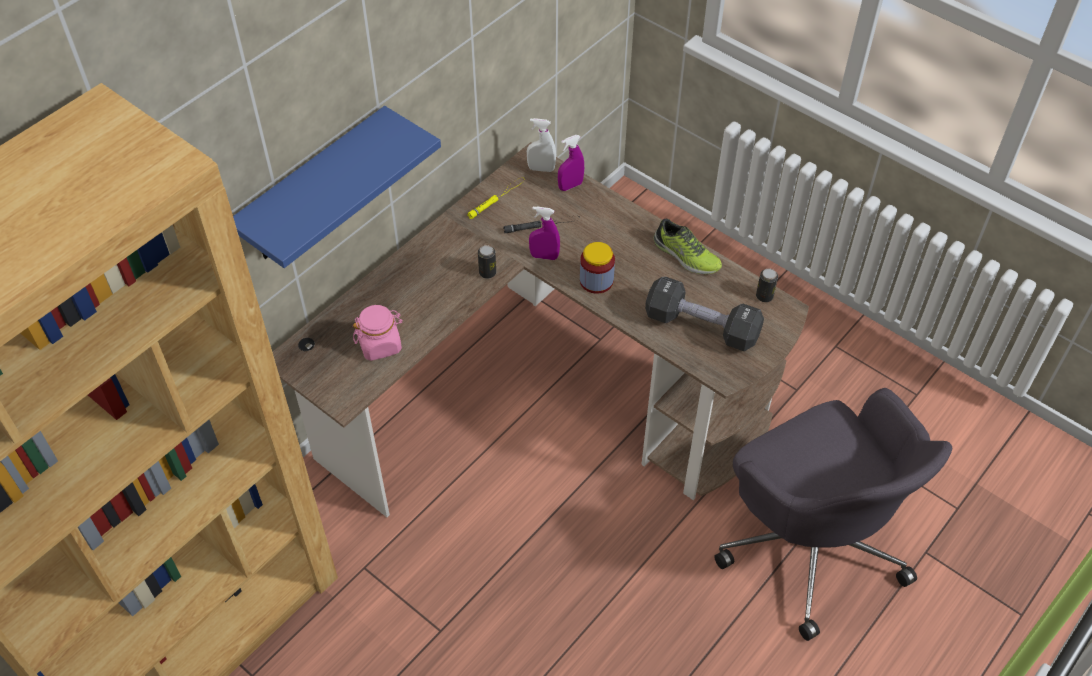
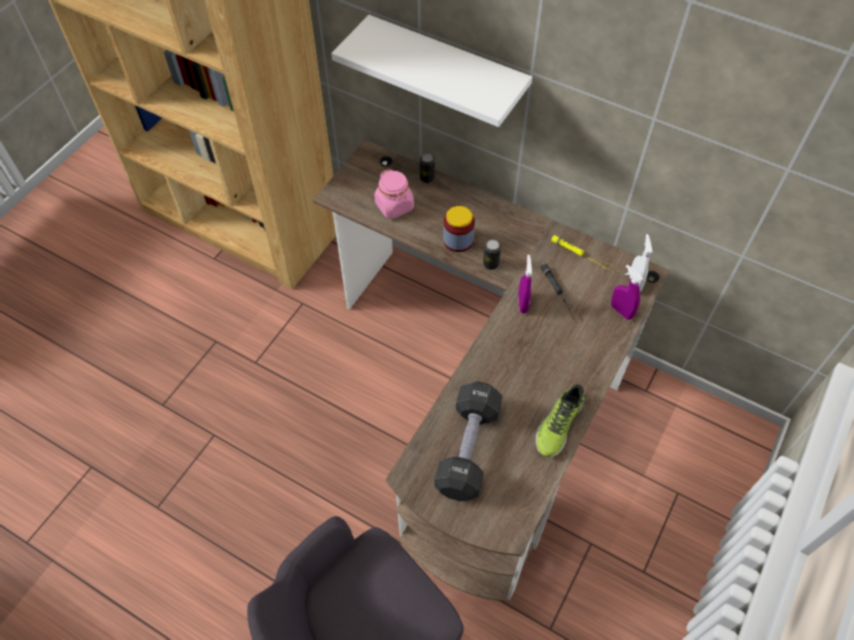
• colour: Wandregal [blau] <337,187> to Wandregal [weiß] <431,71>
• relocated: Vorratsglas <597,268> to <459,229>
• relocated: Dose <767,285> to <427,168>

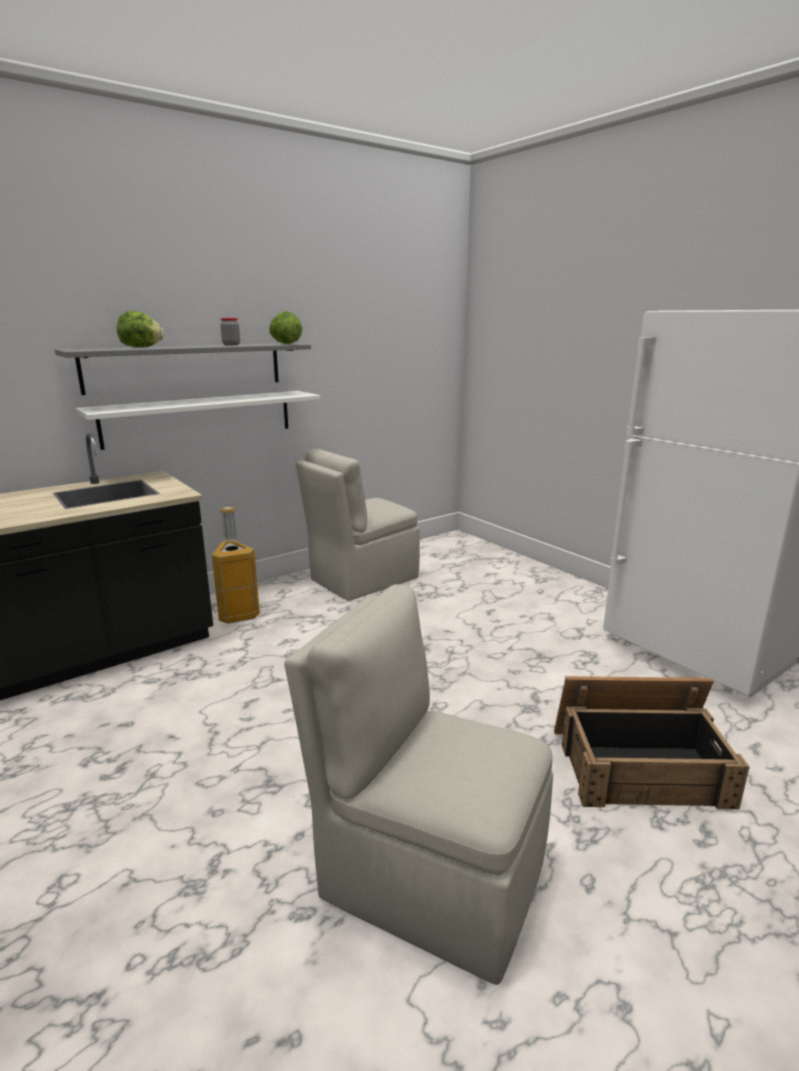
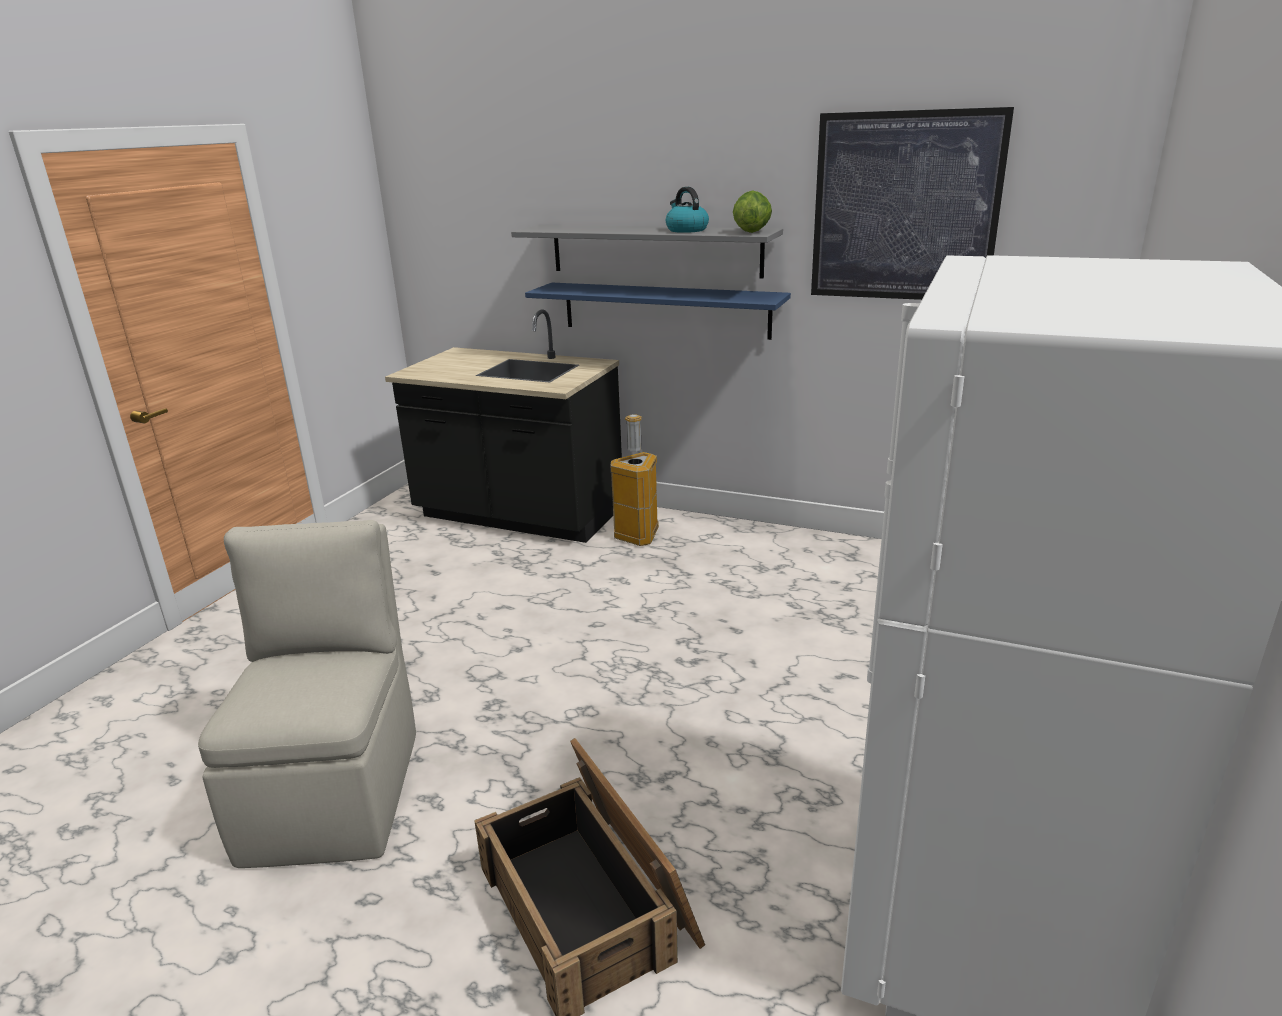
• colour: Wandregal [weiß] <198,420> to Wandregal [blau] <658,311>
• missing: Salatkopf <140,329>
• exchanged: Vorratsglas <230,331> to Wasserkessel <687,210>
• missing: Stuhl [beige] <358,524>
• appeared: Bild <912,203>

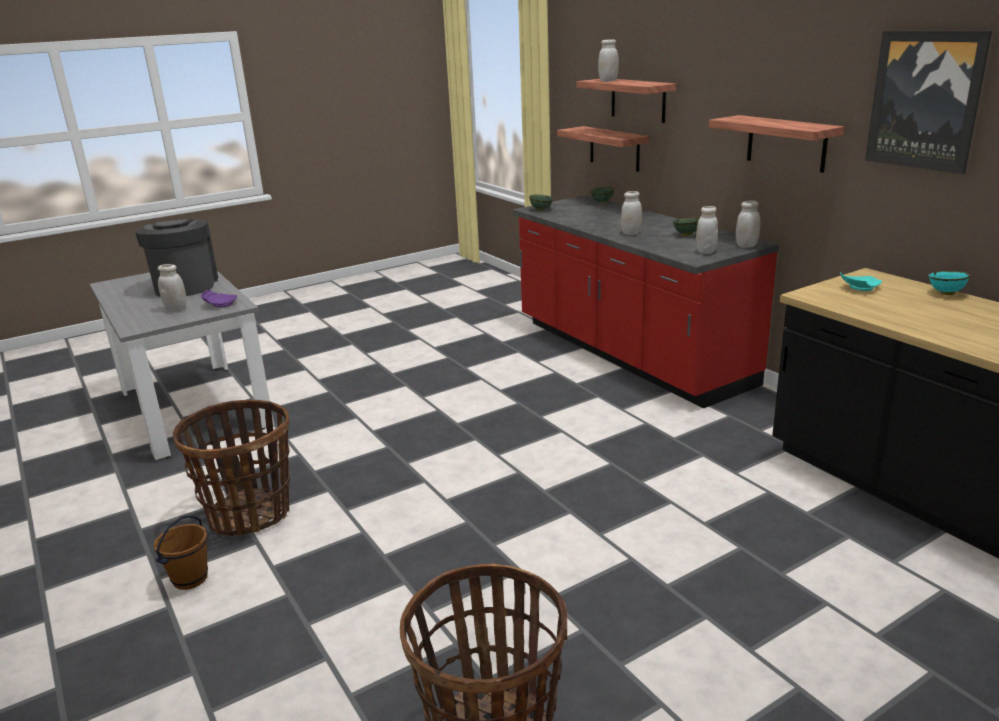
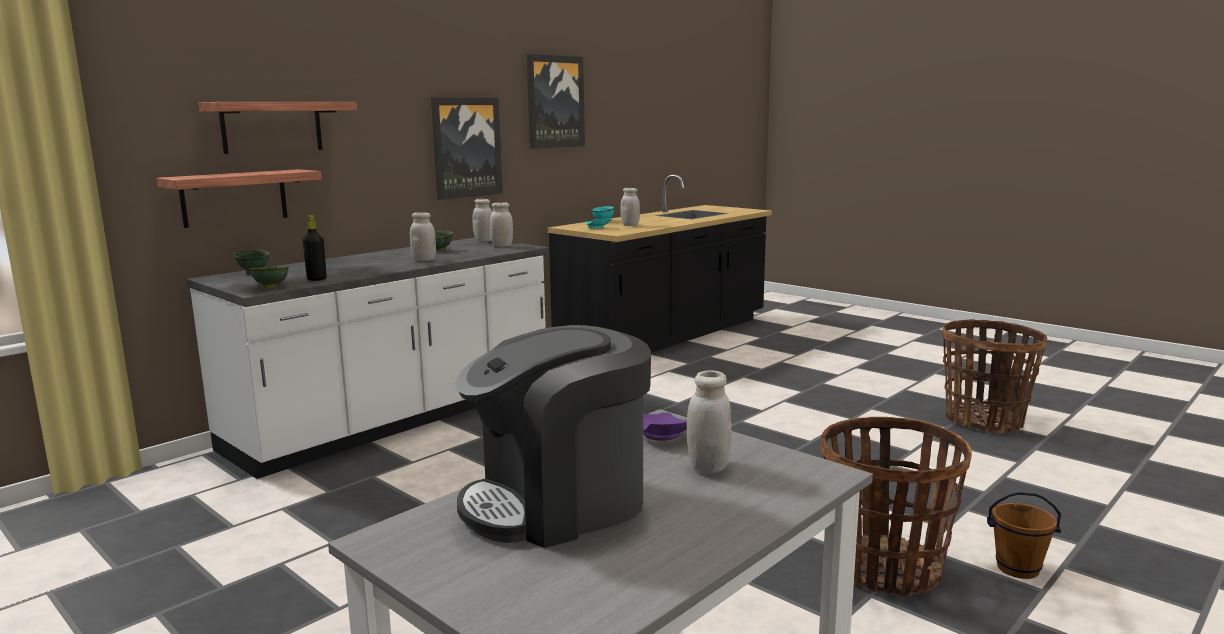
• colour: Küchenzeile [rot] <646,302> to Küchenzeile [weiß] <368,358>
• relocated: Vorratsglas [weiß] <608,60> to <630,207>
• exchanged: Wandregal <777,144> to Bild <467,148>
• appeared: Flasche [schwarz] <315,248>

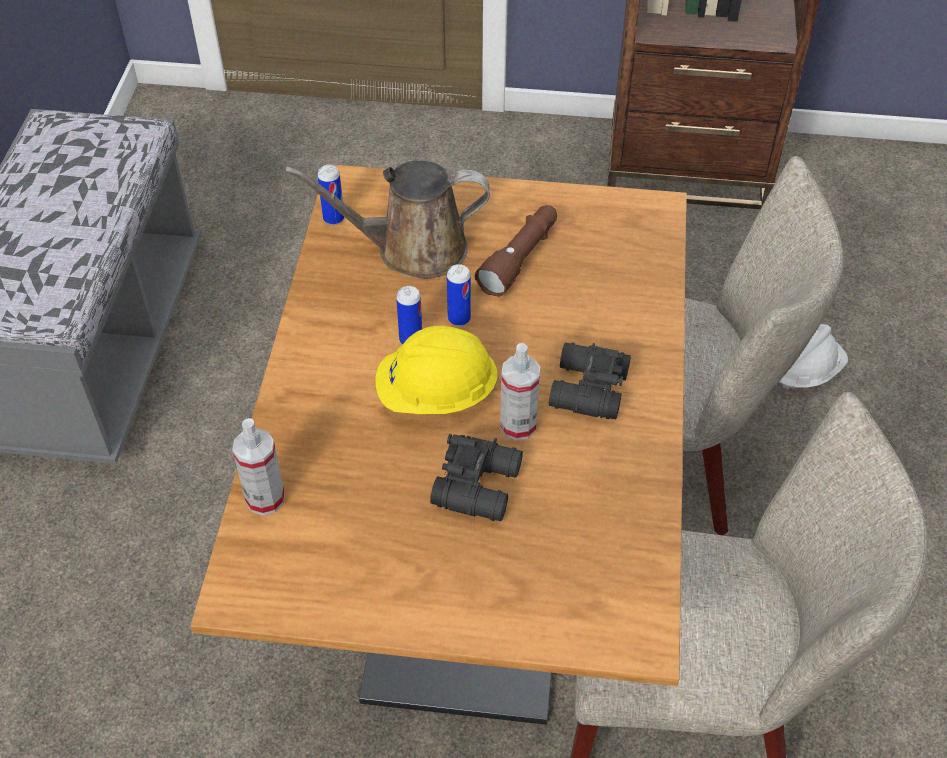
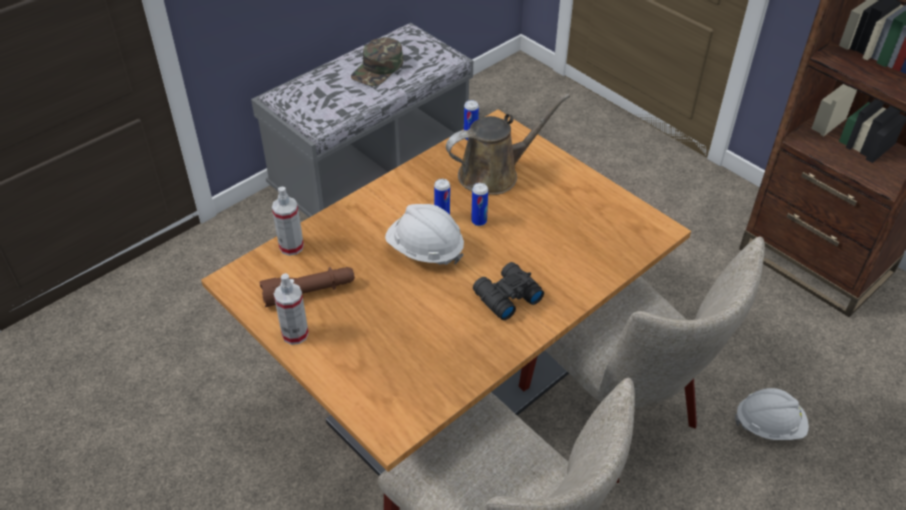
• spun: Gießkanne [braun] <387,220> = <508,144> 120 degrees clockwise
• colour: Schutzhelm [gelb] <437,370> to Schutzhelm [weiß] <424,234>
• missing: Fernglas [schwarz] <476,477>
• relocated: Taschenlampe [braun] <516,251> to <307,287>
• relocated: Sprühflasche <520,392> to <291,309>
• appeared: Kappe [grün] <377,61>

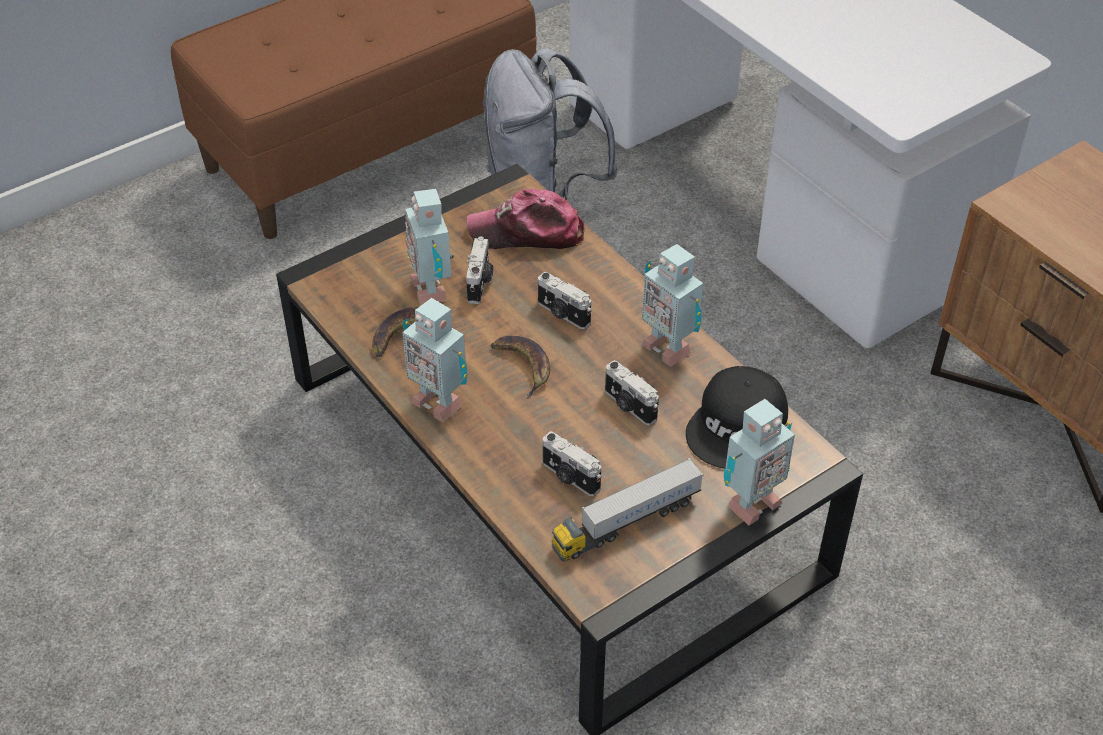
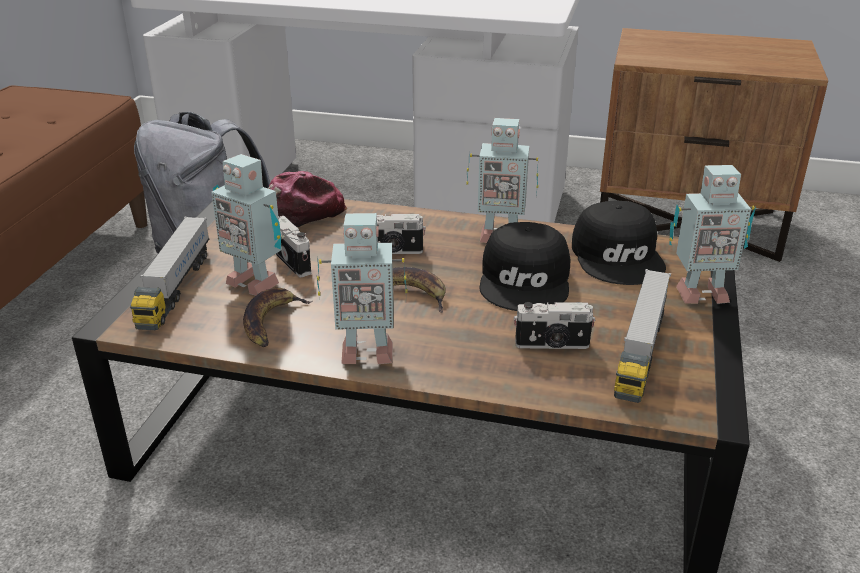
• exchanged: Kamera <632,392> to Kappe [schwarz] <524,266>
• spun: Spielzeugroboter <759,462> = <712,234> 75 degrees clockwise
• appeared: Spielzeuglaster <169,273>

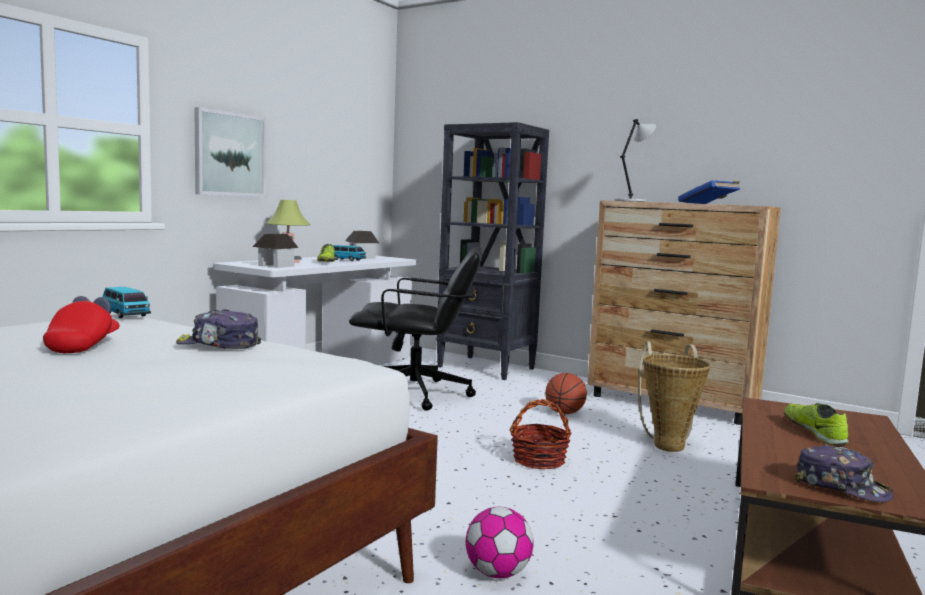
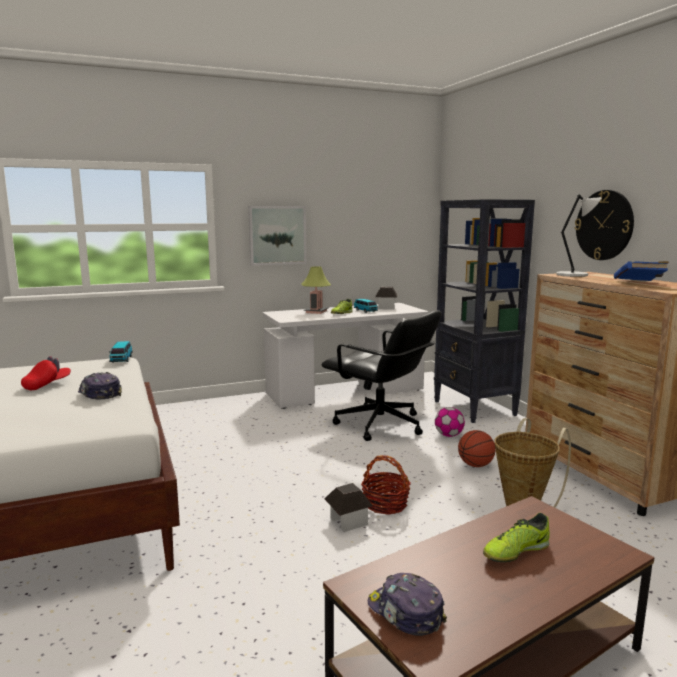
• relocated: Spielzeughaus <275,251> to <348,507>
• relocated: Fußball <499,542> to <450,422>
• spun: Schuh <816,424> = <516,537> 150 degrees counterclockwise
• spun: Kappe <844,473> = <407,604> 150 degrees clockwise
• appeared: Wanduhr <604,225>

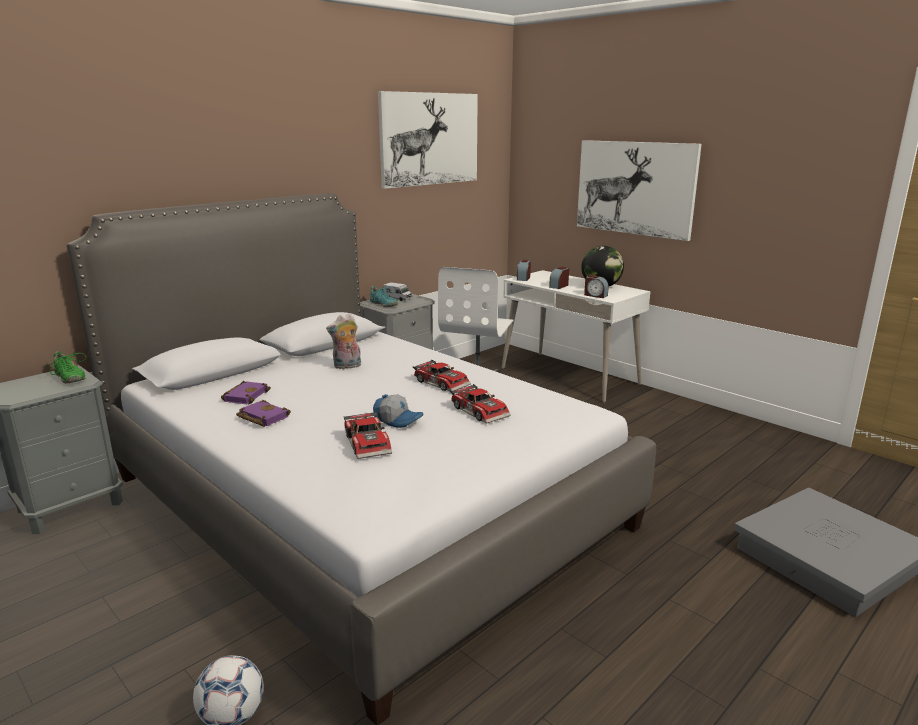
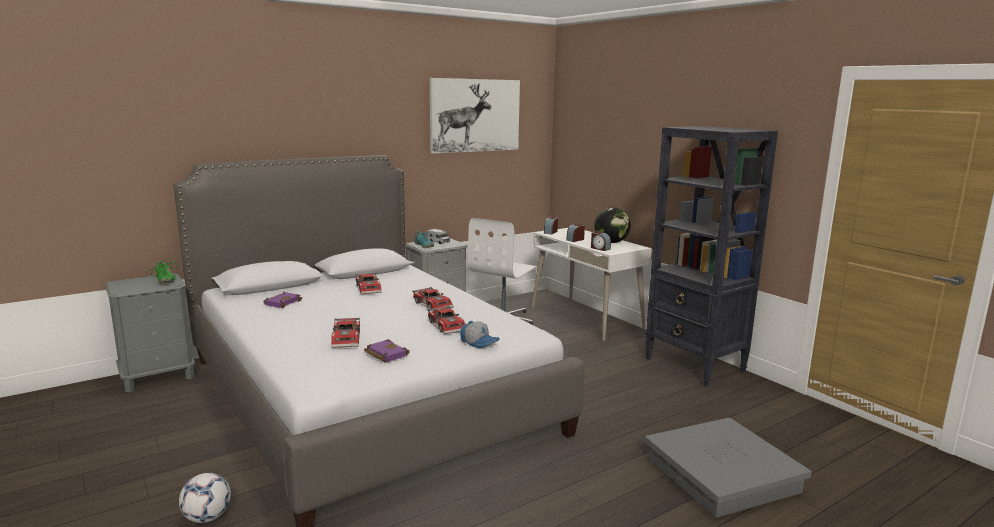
• relocated: Buch [lila] <263,413> to <387,351>
• exchanged: Plüschtier <343,341> to Spielzeugauto <368,283>
• relocated: Kappe <398,411> to <480,334>
• missing: Bild <639,190>
• appeared: Bücherregal [schwarz] <711,256>

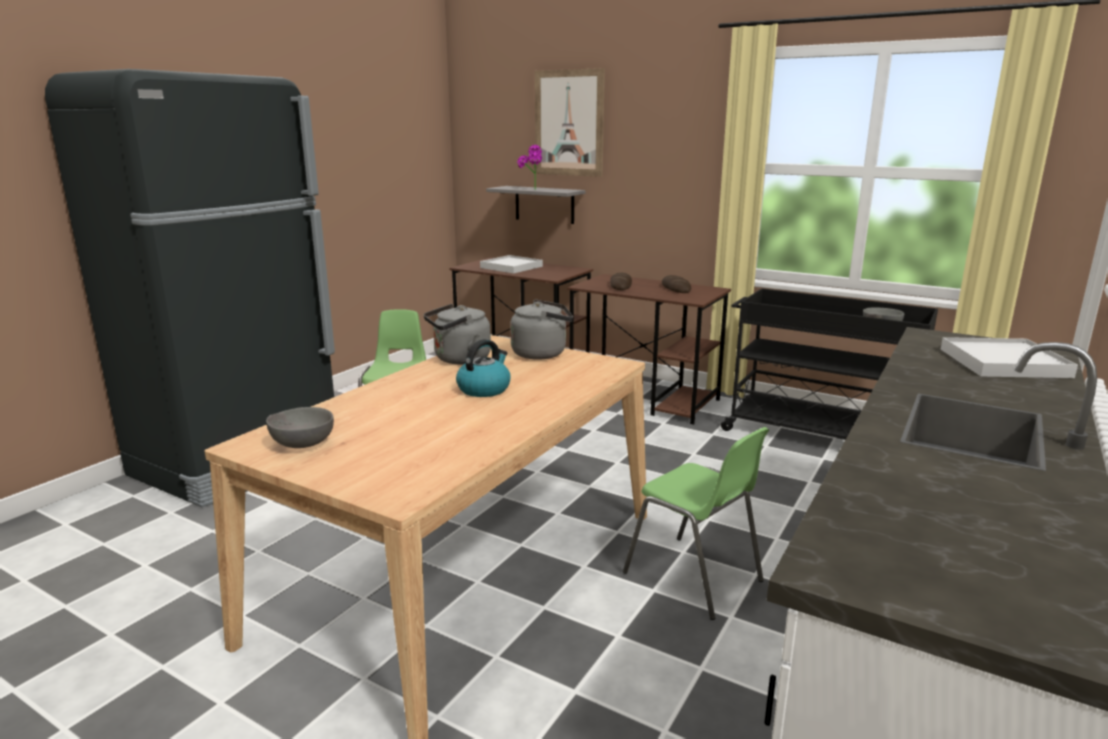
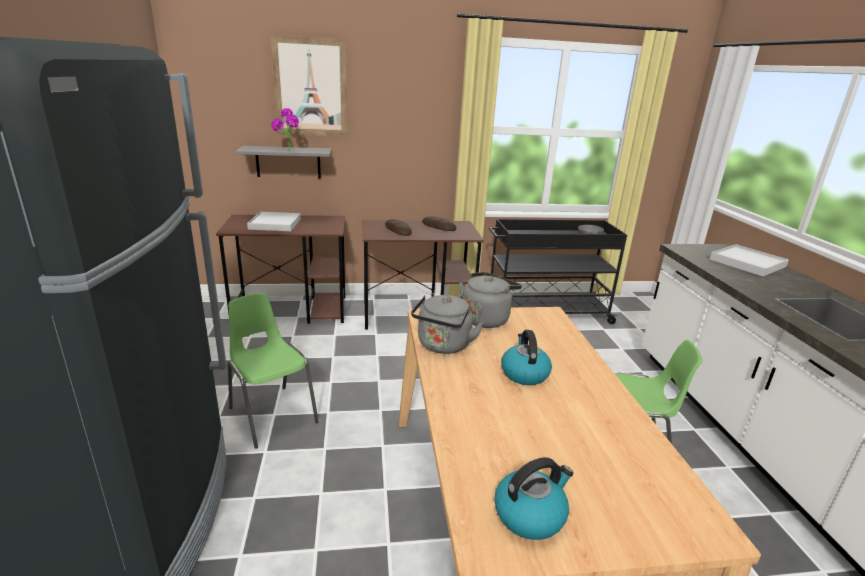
• exchanged: Schüssel [grau] <300,427> to Wasserkessel <534,498>

